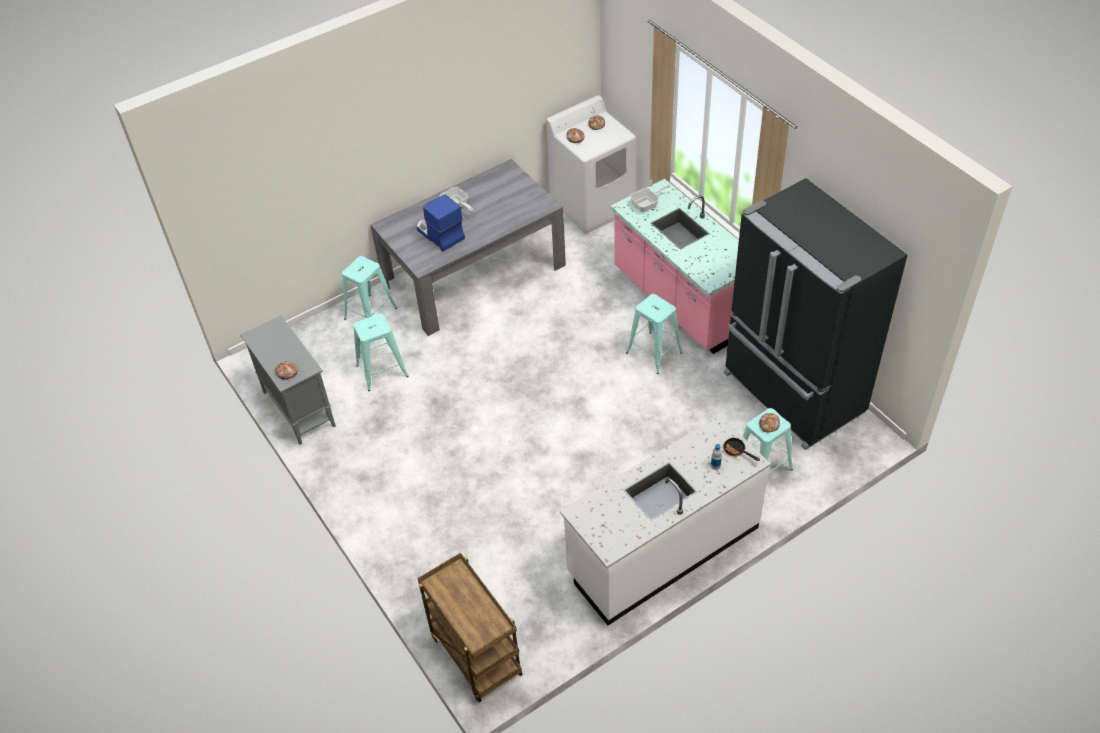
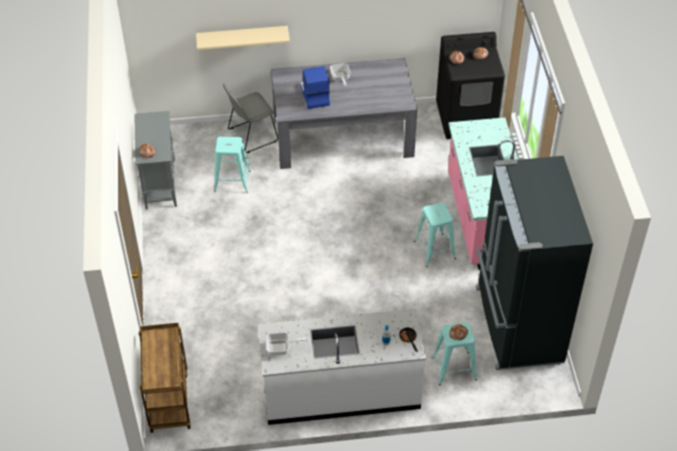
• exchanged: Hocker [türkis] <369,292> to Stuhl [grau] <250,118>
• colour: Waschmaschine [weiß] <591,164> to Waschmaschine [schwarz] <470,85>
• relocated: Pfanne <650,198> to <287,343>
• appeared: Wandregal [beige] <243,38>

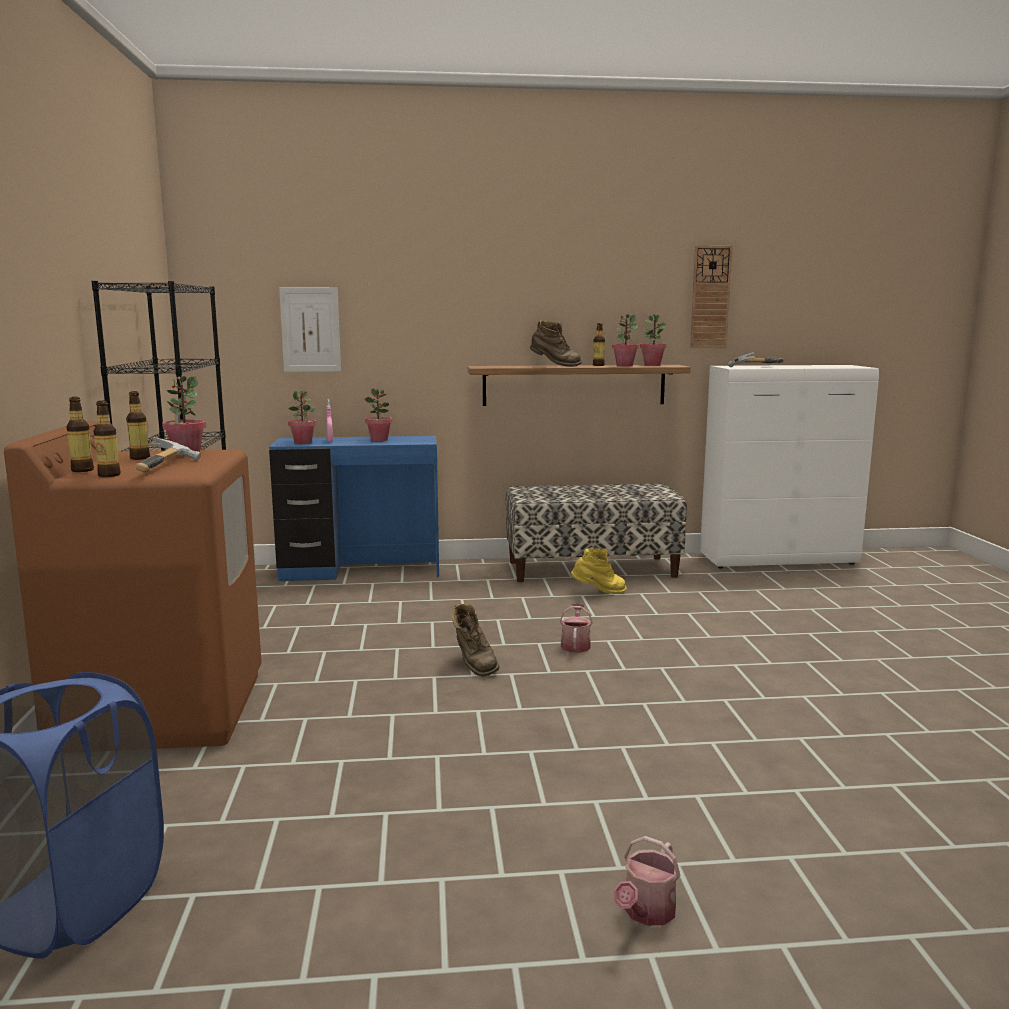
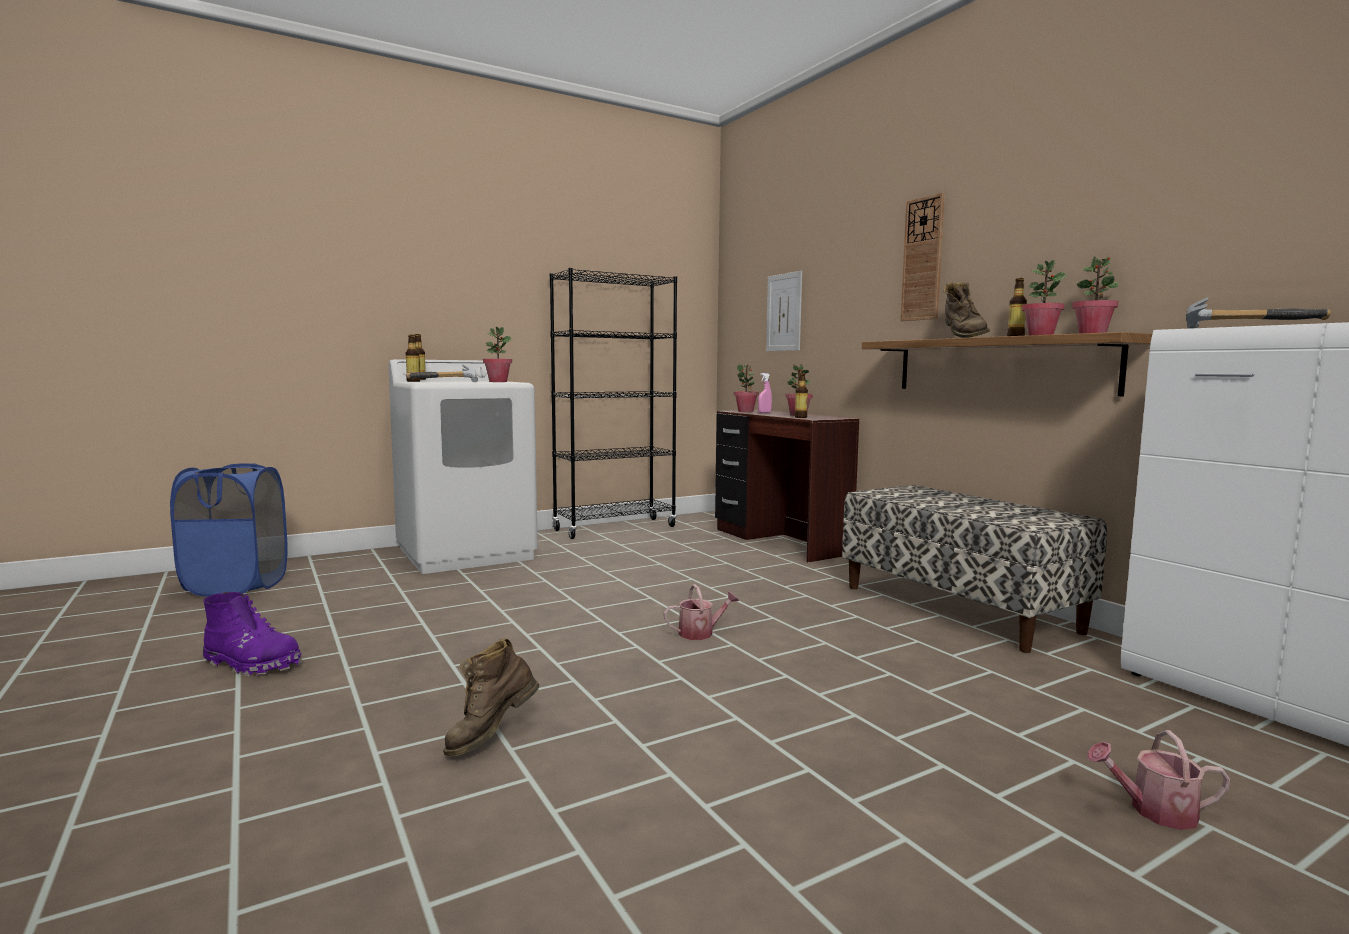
• colour: Waschmaschine [braun] <133,585> to Waschmaschine [weiß] <463,466>
• relocated: Flasche <138,425> to <801,395>
• colour: Schreibtisch [blau] <354,509> to Schreibtisch [braun] <787,486>
• relocated: Stiefel [braun] <476,640> to <491,697>
• missing: Stiefel [gelb] <598,570>
• relocated: Gießkanne <647,881> to <1159,780>
• relocated: Wanduhr <711,297> to <922,257>
• appeared: Stiefel [lila] <252,634>

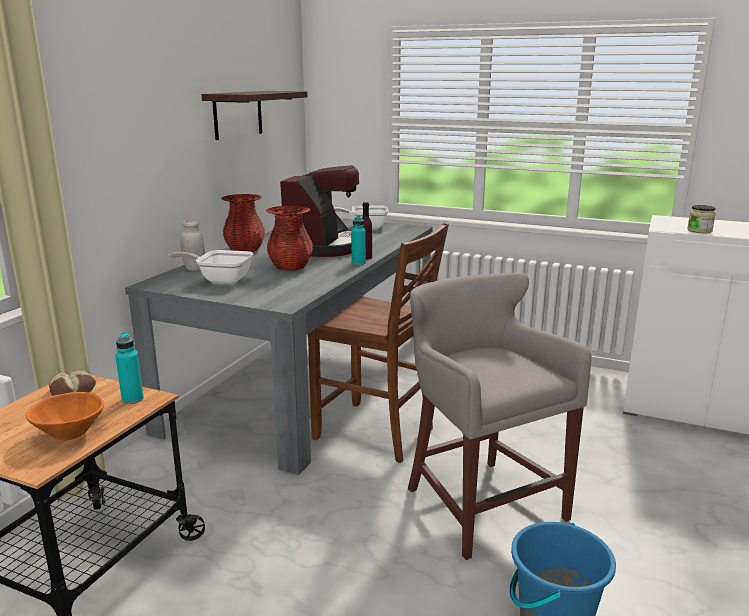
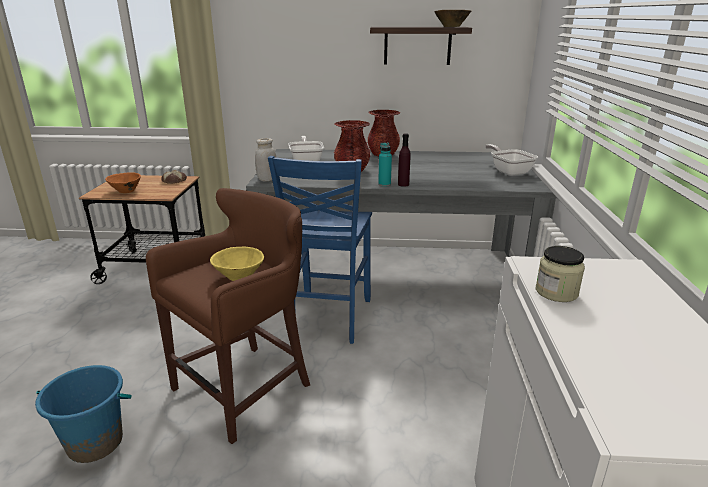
• missing: Flasche [türkis] <129,368>
• relocated: Vorratsglas [weiß] <192,245> to <265,159>
• missing: Kaffeemaschine <319,211>
• colour: Stuhl [braun] <378,342> to Stuhl [blau] <320,250>
• colour: Hocker [grau] <499,416> to Hocker [braun] <228,316>
• appeared: Schüssel [gelb] <237,264>
• appeared: Schüssel [braun] <452,18>

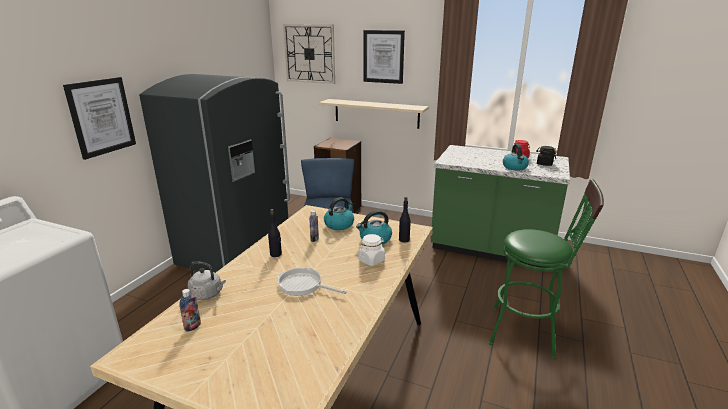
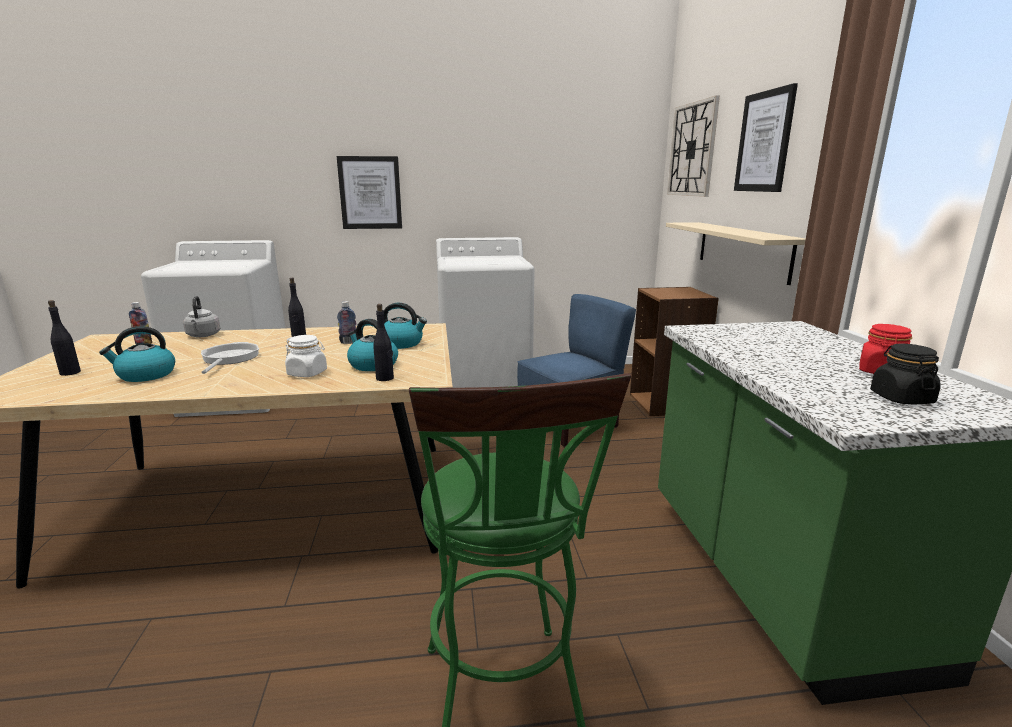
• exchanged: Kühlschrank [grau] <214,173> to Waschmaschine [weiß] <485,312>
• relocated: Wasserkessel <516,157> to <137,354>
• appeared: Flasche [schwarz] <64,338>

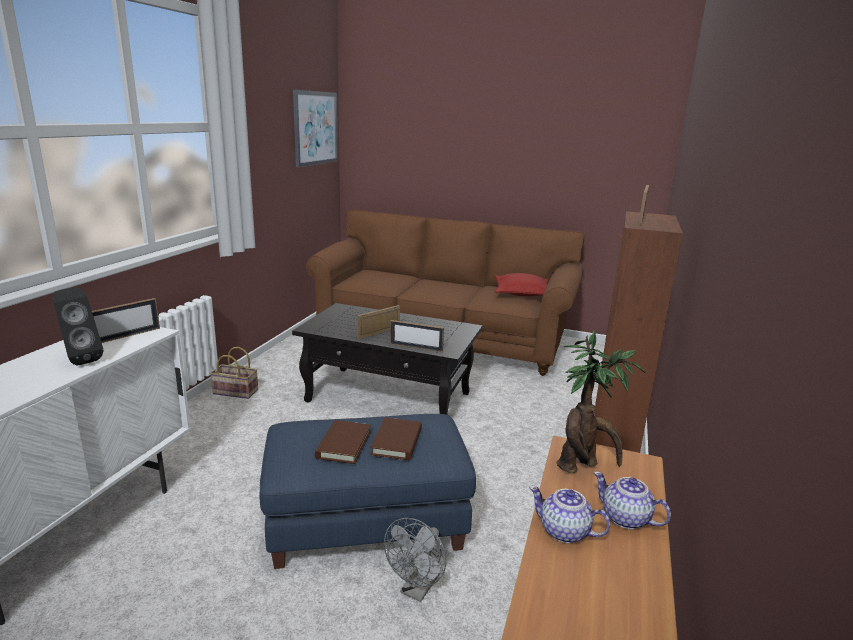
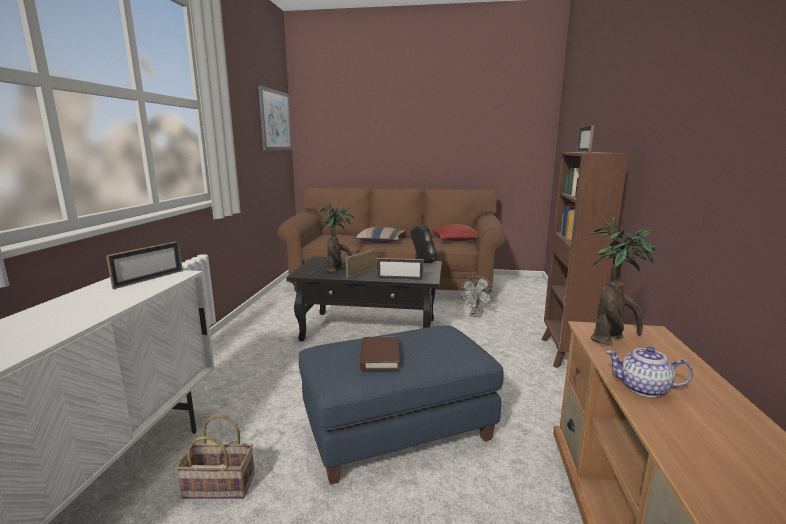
• relocated: Lautsprecher [schwarz] <78,327> to <423,243>
• relocated: Korb <234,373> to <215,457>
• missing: Buch [braun] <396,438>
• relocated: Ventilator [grau] <415,560> to <477,297>
• missing: Teekanne <632,500>
• appeared: Topfpflanze <336,237>
• appeared: Kissen <379,235>

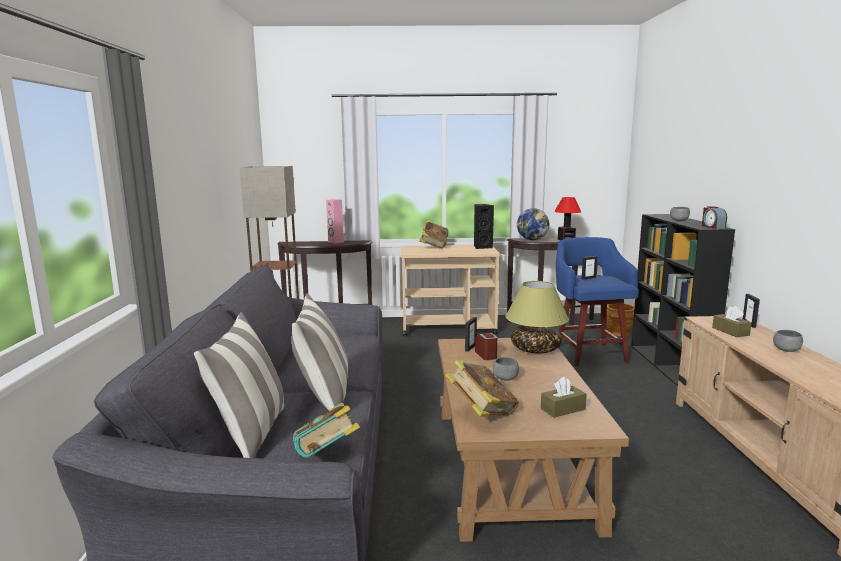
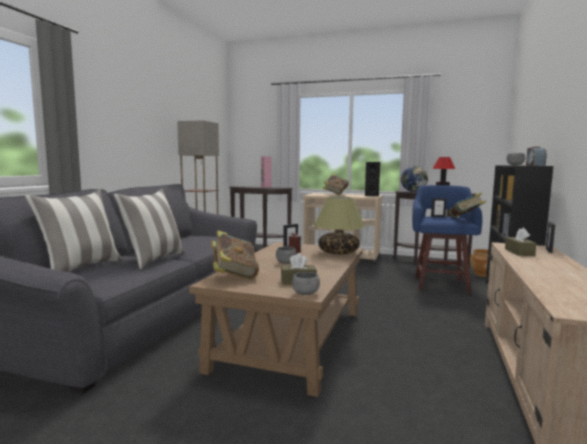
• relocated: Buch <326,430> to <467,205>
• relocated: Schüssel [grau] <788,341> to <306,283>

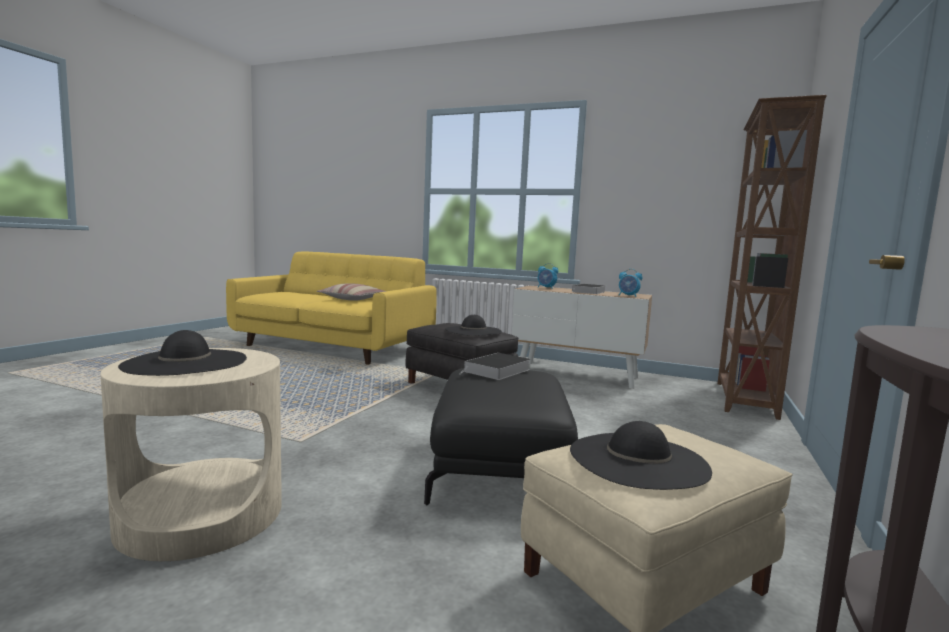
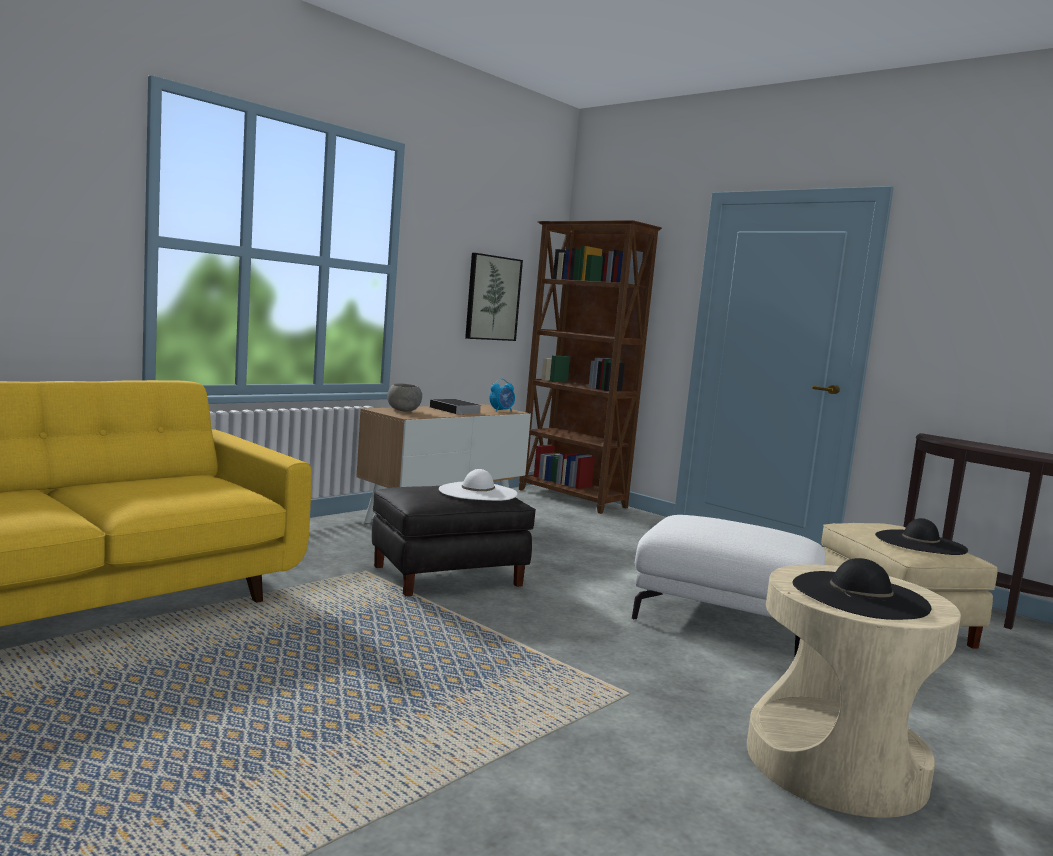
• missing: Kissen <351,292>
• colour: Polsterhocker [schwarz] <501,436> to Polsterhocker [weiß] <729,586>
• colour: Hut [schwarz] <473,325> to Hut [weiß] <478,485>
• missing: Buch <495,366>
• exchanged: Wecker <548,276> to Schüssel [grau] <404,397>
• appeared: Bild <494,297>

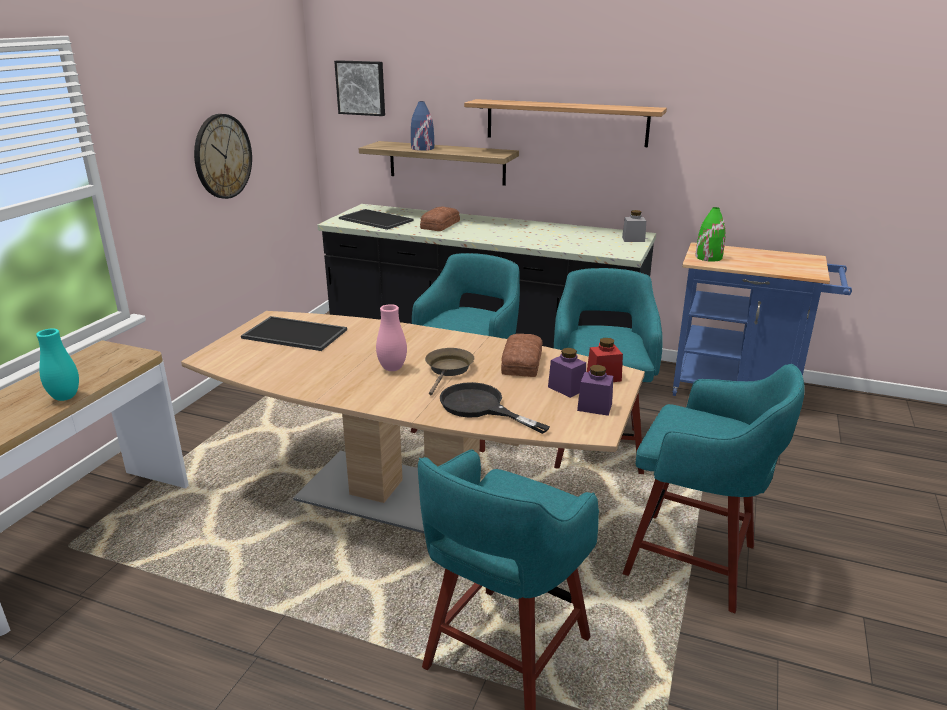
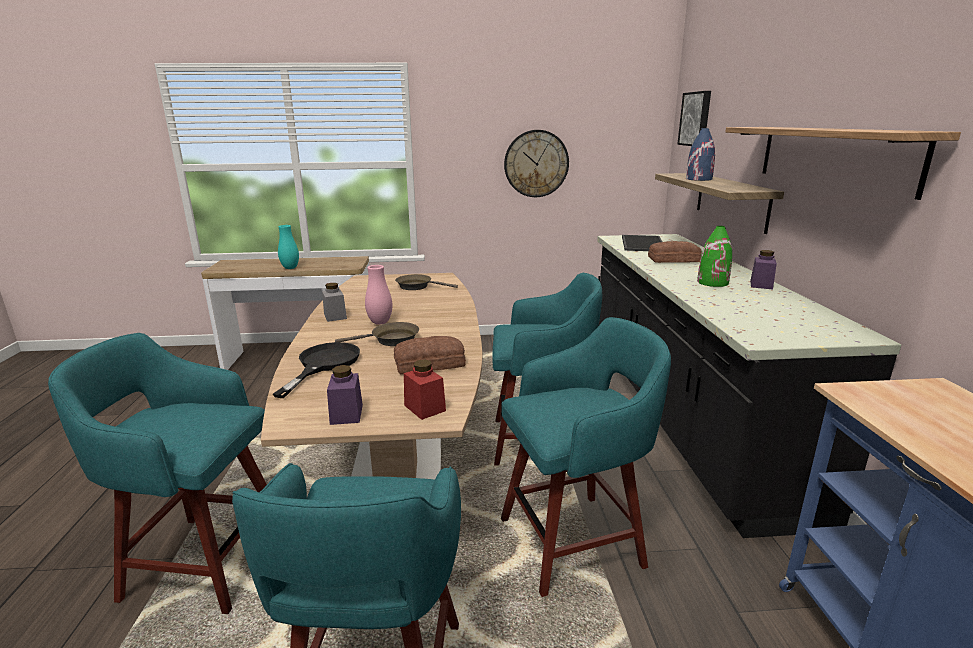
• exchanged: Tablett <294,333> to Pfanne [braun] <426,282>
• relocated: Vorratsglas [lila] <567,373> to <763,269>
• relocated: Vorratsglas [grau] <634,226> to <334,302>
• relocated: Vase [grün] <710,234> to <714,256>

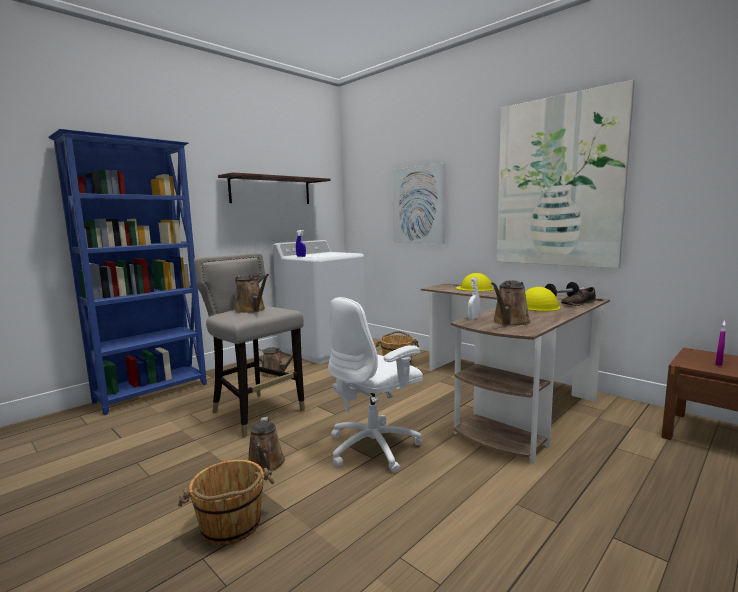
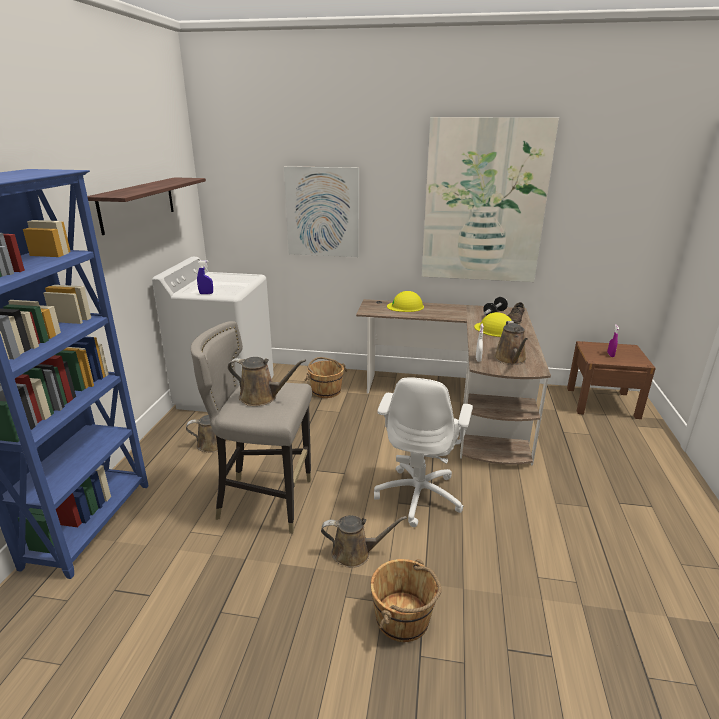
• spun: Gießkanne [braun] <266,444> = <364,541> 45 degrees counterclockwise

